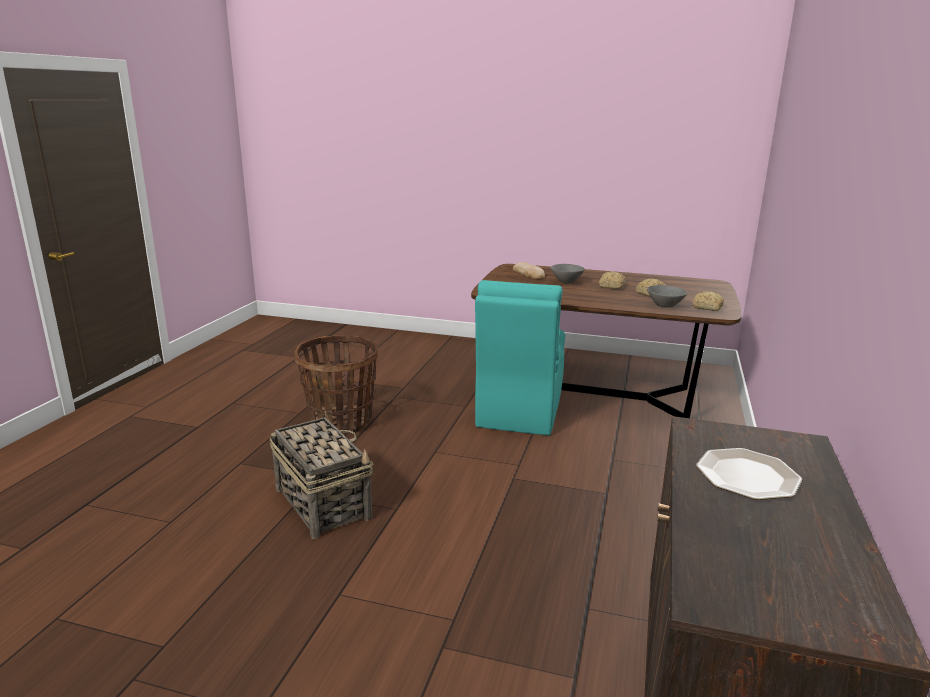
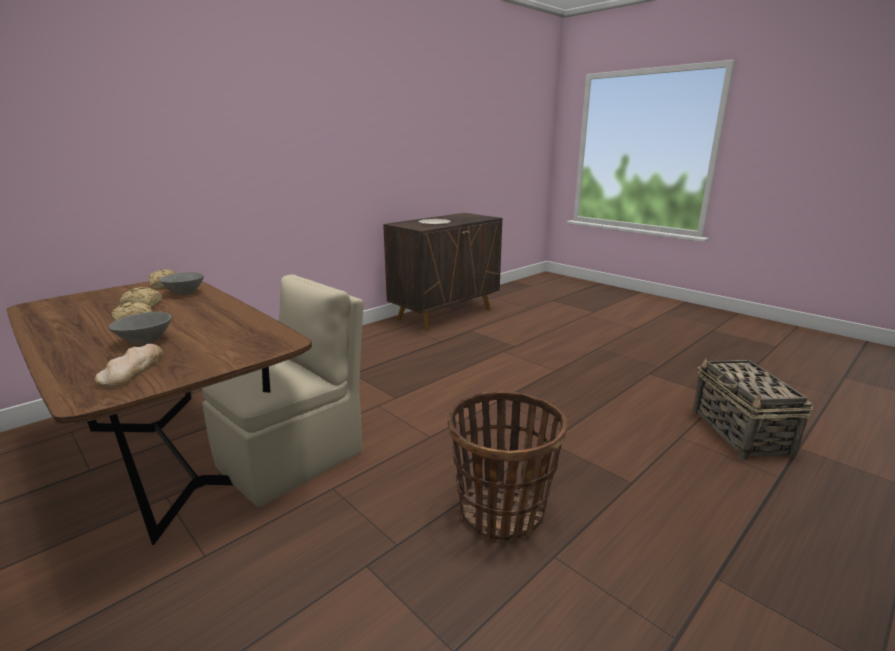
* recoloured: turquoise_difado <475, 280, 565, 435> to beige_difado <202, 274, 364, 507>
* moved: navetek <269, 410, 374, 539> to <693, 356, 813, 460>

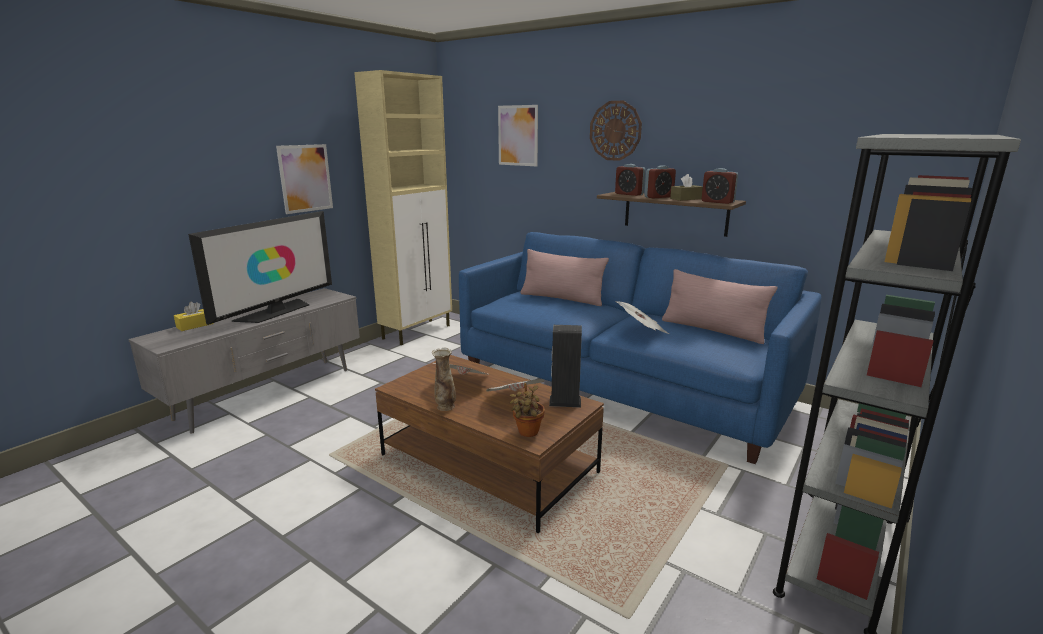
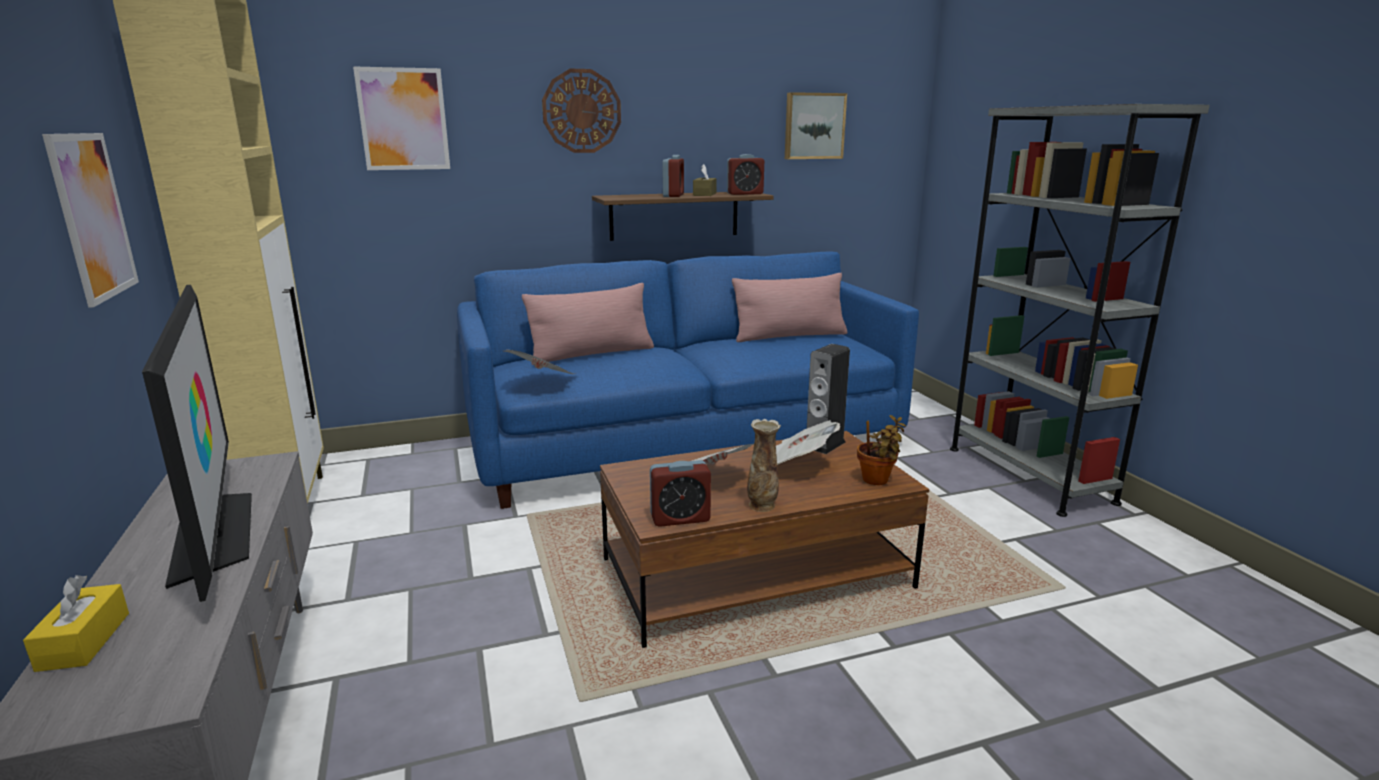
* moved: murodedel <616, 301, 670, 334> to <504, 350, 574, 374>
* moved: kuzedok <615, 164, 646, 196> to <650, 460, 711, 527>
* added: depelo <785, 92, 847, 159>

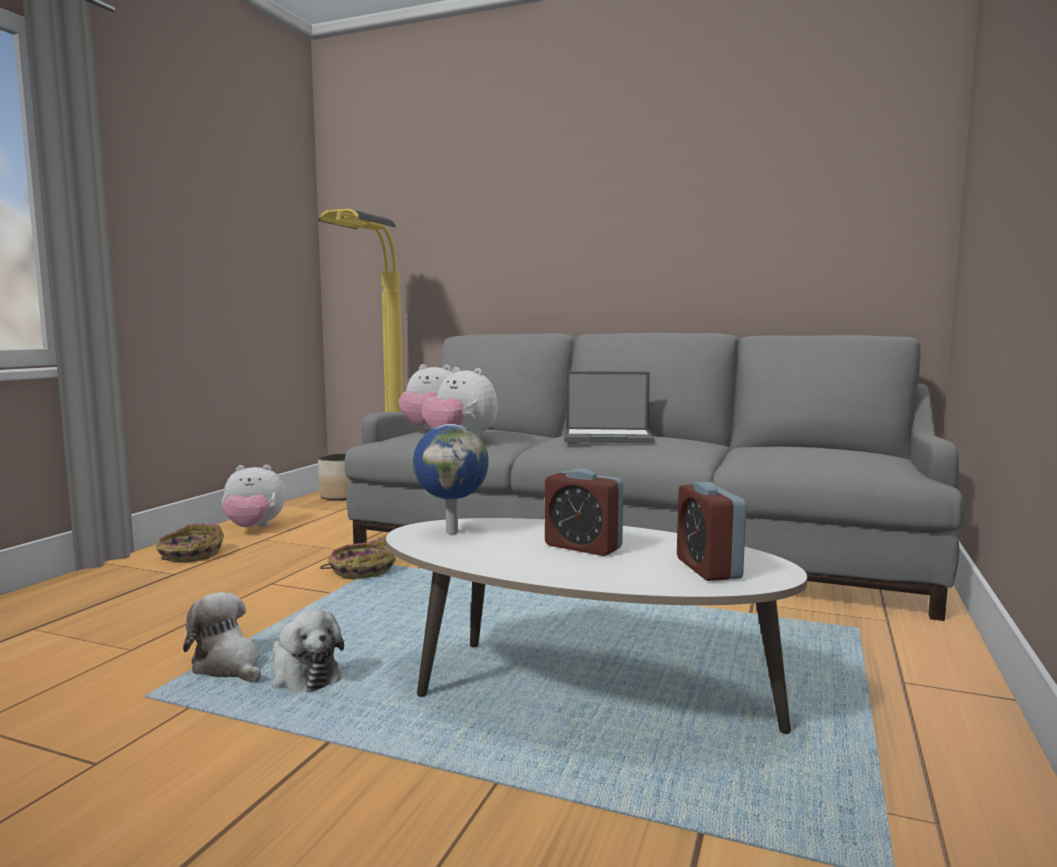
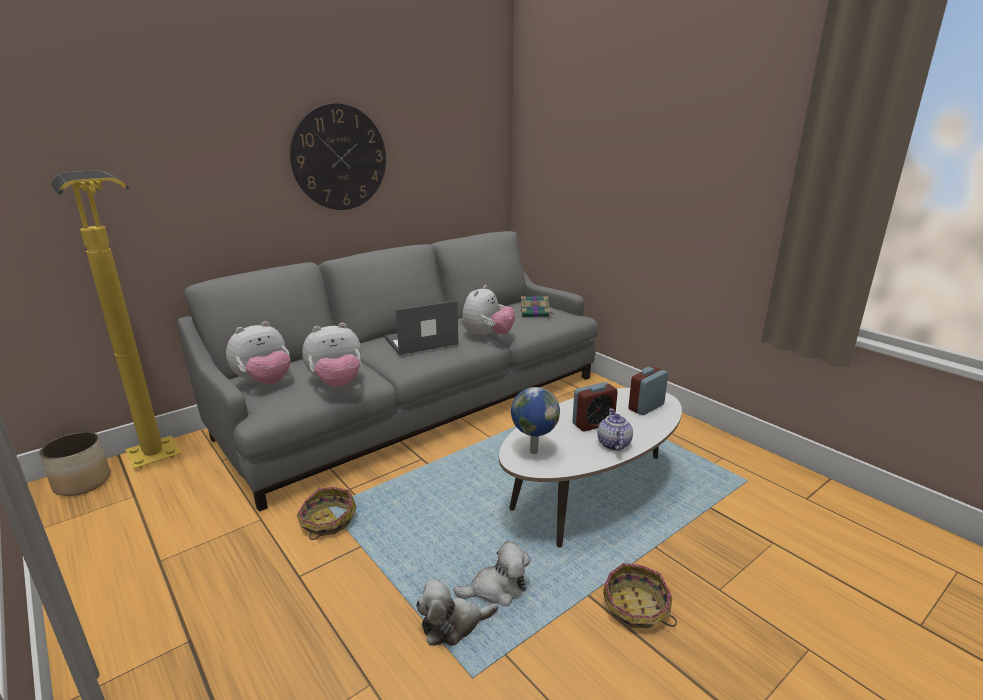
* added: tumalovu <290, 103, 386, 210>
* turned: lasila <564, 371, 655, 443> = <385, 301, 458, 355> 150 degrees counterclockwise
* moved: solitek <221, 465, 285, 527> to <462, 285, 515, 339>
* added: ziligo <521, 296, 553, 317>
* added: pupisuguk <597, 408, 633, 451>
* moved: navetek <156, 523, 224, 563> to <603, 563, 677, 628>
* turned: kuzedok <677, 482, 746, 581> = <628, 367, 668, 415> 120 degrees clockwise

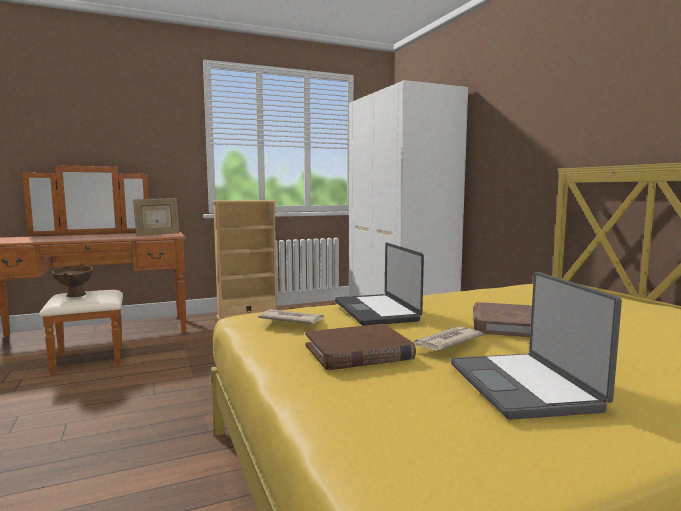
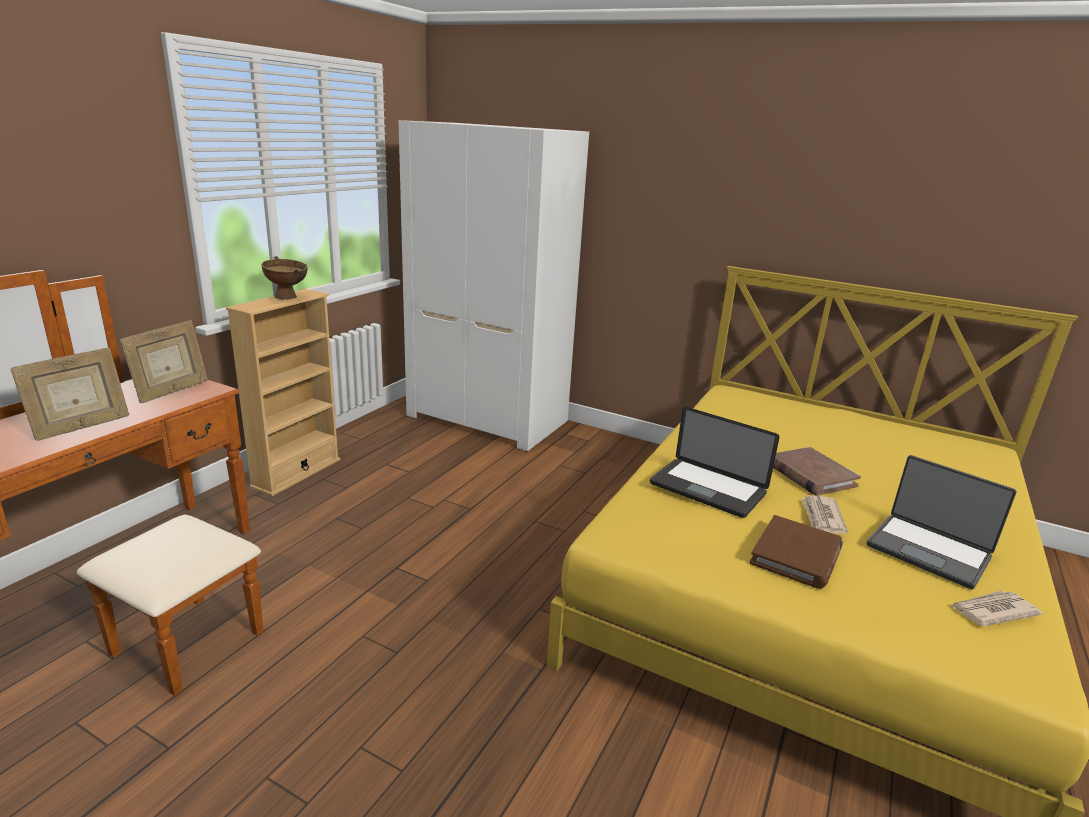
* added: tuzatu <11, 348, 129, 441>
* moved: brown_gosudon <52, 263, 93, 298> to <261, 256, 308, 300>
* moved: murodedel <258, 309, 324, 324> to <950, 590, 1042, 626>

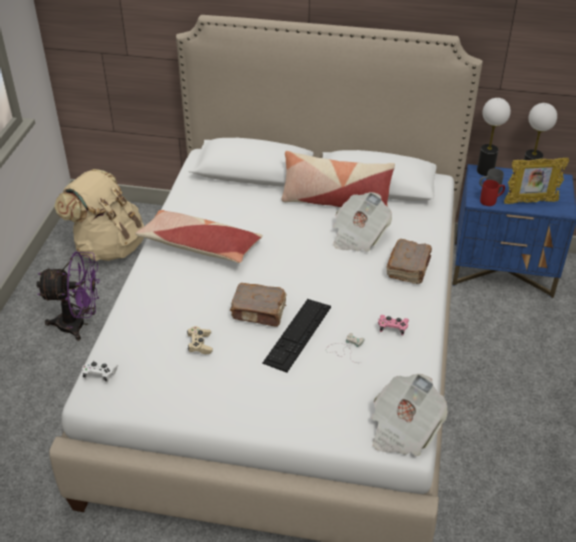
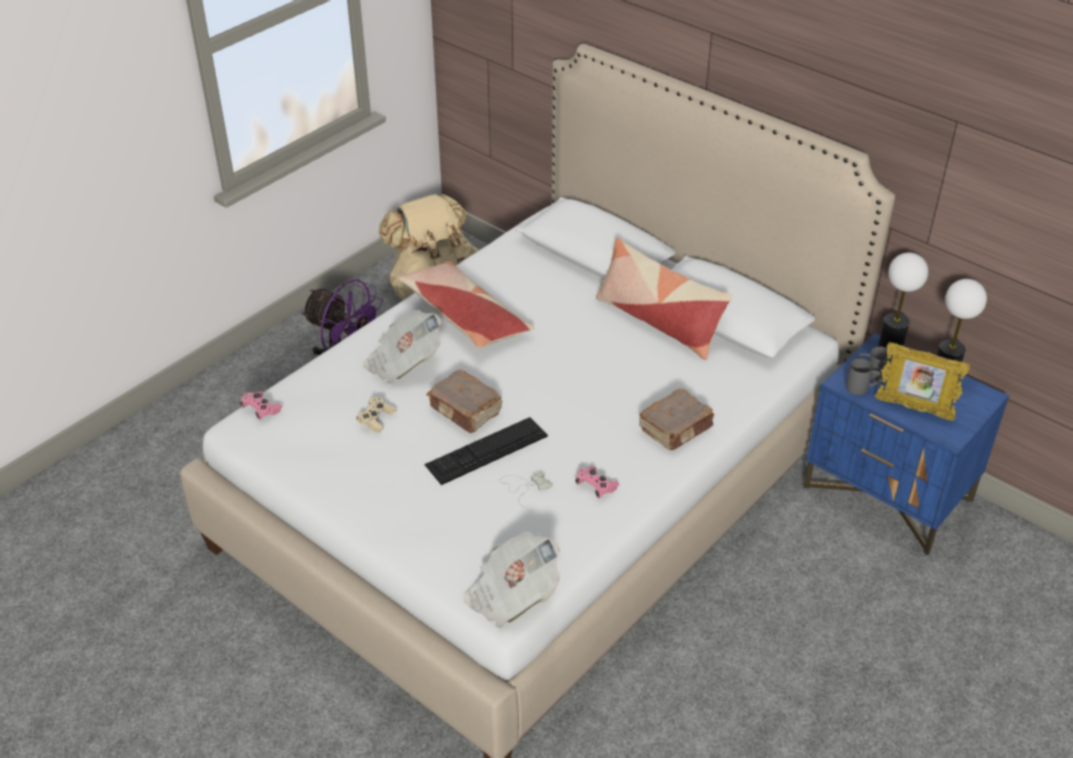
* recoloured: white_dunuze <82, 360, 118, 382> to pink_dunuze <240, 391, 282, 420>
* moved: murodedel <333, 192, 392, 252> to <363, 310, 442, 384>
* recoloured: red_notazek <480, 180, 505, 206> to grey_notazek <846, 359, 883, 395>

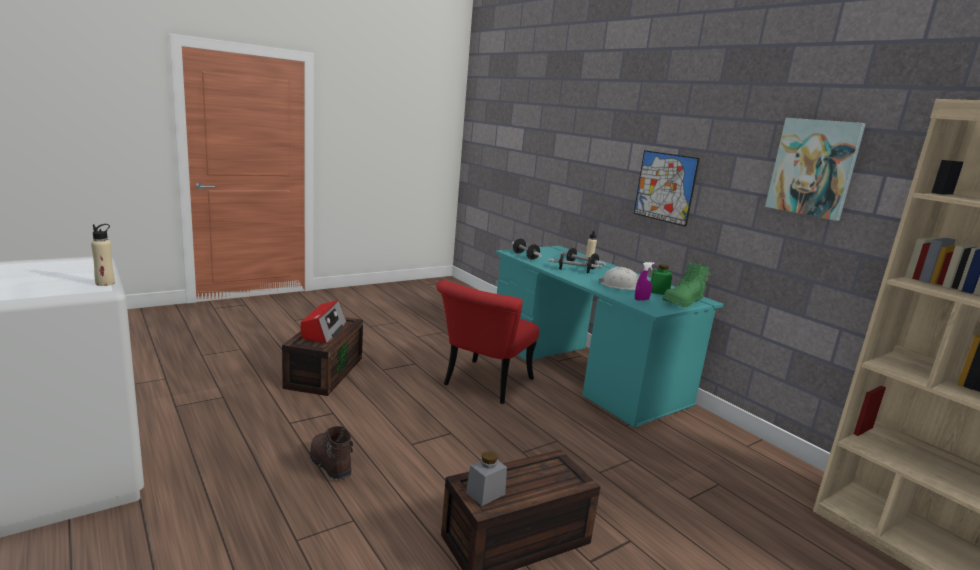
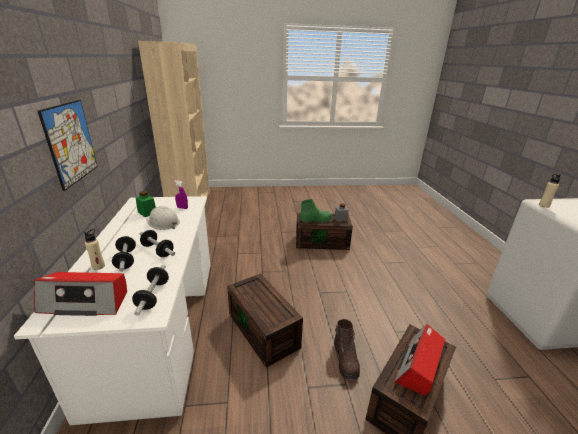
* recoloured: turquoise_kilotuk <496, 246, 724, 428> to white_kilotuk <14, 196, 210, 425>
* added: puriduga <34, 272, 127, 316>
* replaced: red_difado <436, 280, 539, 404> to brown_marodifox <227, 274, 303, 367>
* moved: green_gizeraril <662, 263, 711, 307> to <300, 199, 333, 223>
* moved: brown_gizeraril <310, 426, 353, 480> to <334, 319, 360, 380>
* removed: depelo <765, 118, 866, 221>

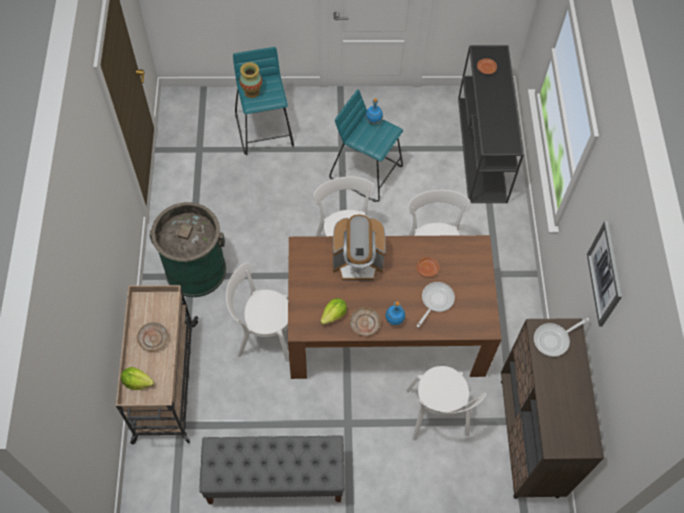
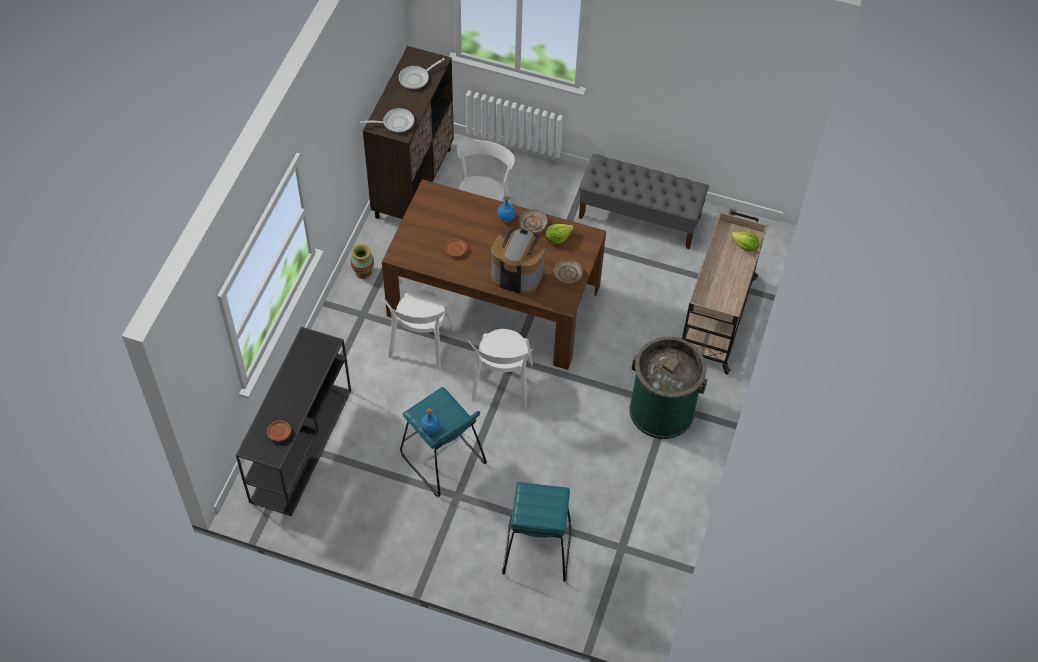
* moved: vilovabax <239, 62, 262, 98> to <351, 244, 374, 279>
* moved: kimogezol <417, 282, 455, 327> to <399, 58, 445, 89>
* moved: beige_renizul <137, 322, 168, 351> to <554, 259, 583, 284>
* removed: white_difado <226, 263, 289, 362>
* removed: depelo <587, 221, 622, 326>

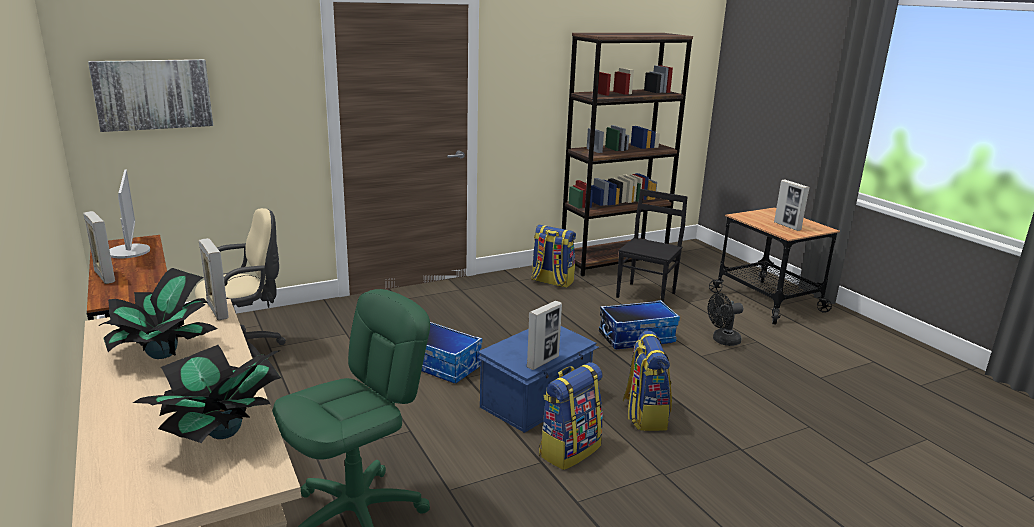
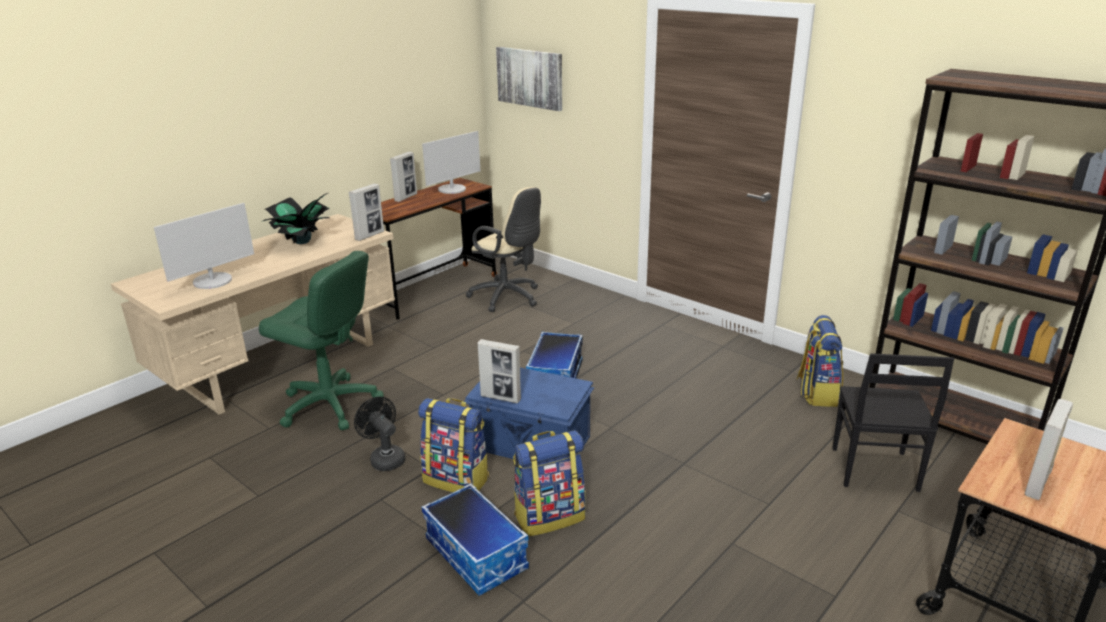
* replaced: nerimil <133, 345, 281, 443> to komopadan <154, 203, 254, 289>
* moved: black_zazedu <708, 293, 743, 346> to <354, 397, 406, 471>
* moved: marodifox <599, 300, 680, 349> to <422, 483, 529, 596>
* turned: black_difado <616, 189, 688, 302> = <832, 353, 954, 492> 90 degrees clockwise

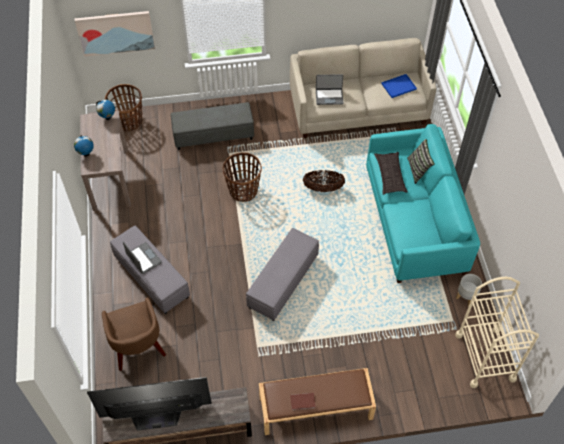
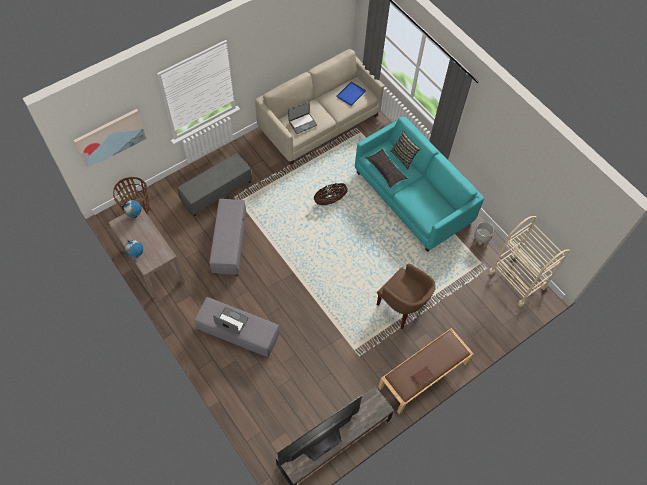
* moved: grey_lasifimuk <246, 228, 319, 321> to <209, 199, 246, 276>
* moved: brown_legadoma <102, 298, 166, 371> to <377, 264, 436, 329>
* removed: navetek <223, 152, 262, 202>

